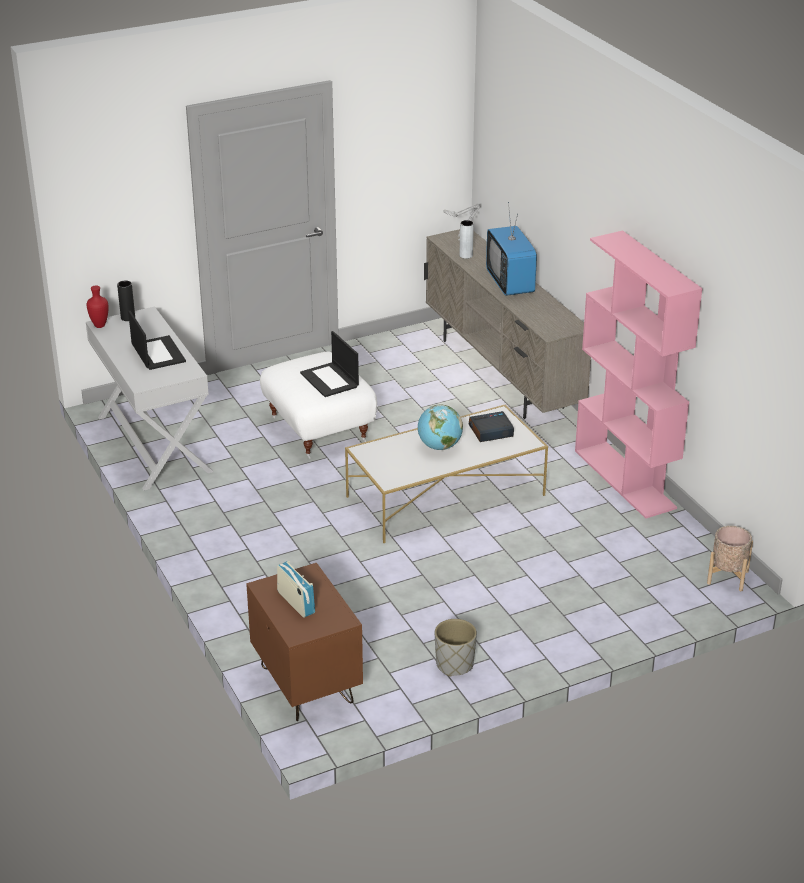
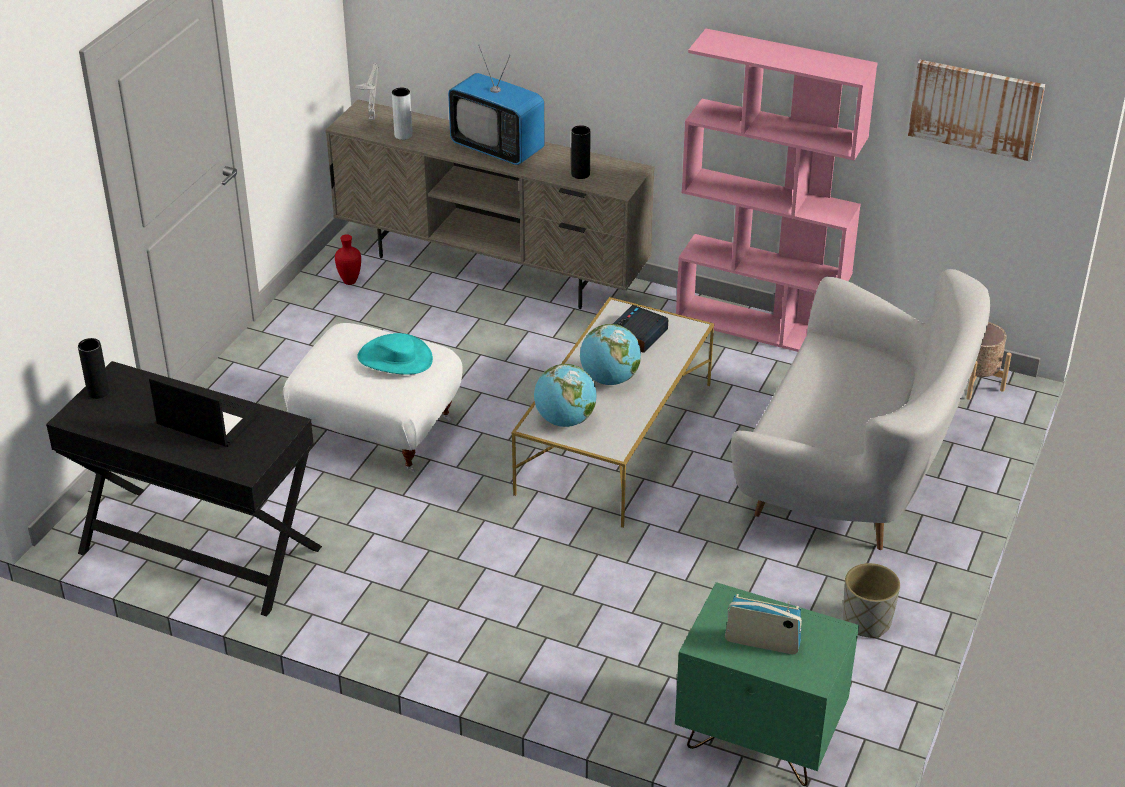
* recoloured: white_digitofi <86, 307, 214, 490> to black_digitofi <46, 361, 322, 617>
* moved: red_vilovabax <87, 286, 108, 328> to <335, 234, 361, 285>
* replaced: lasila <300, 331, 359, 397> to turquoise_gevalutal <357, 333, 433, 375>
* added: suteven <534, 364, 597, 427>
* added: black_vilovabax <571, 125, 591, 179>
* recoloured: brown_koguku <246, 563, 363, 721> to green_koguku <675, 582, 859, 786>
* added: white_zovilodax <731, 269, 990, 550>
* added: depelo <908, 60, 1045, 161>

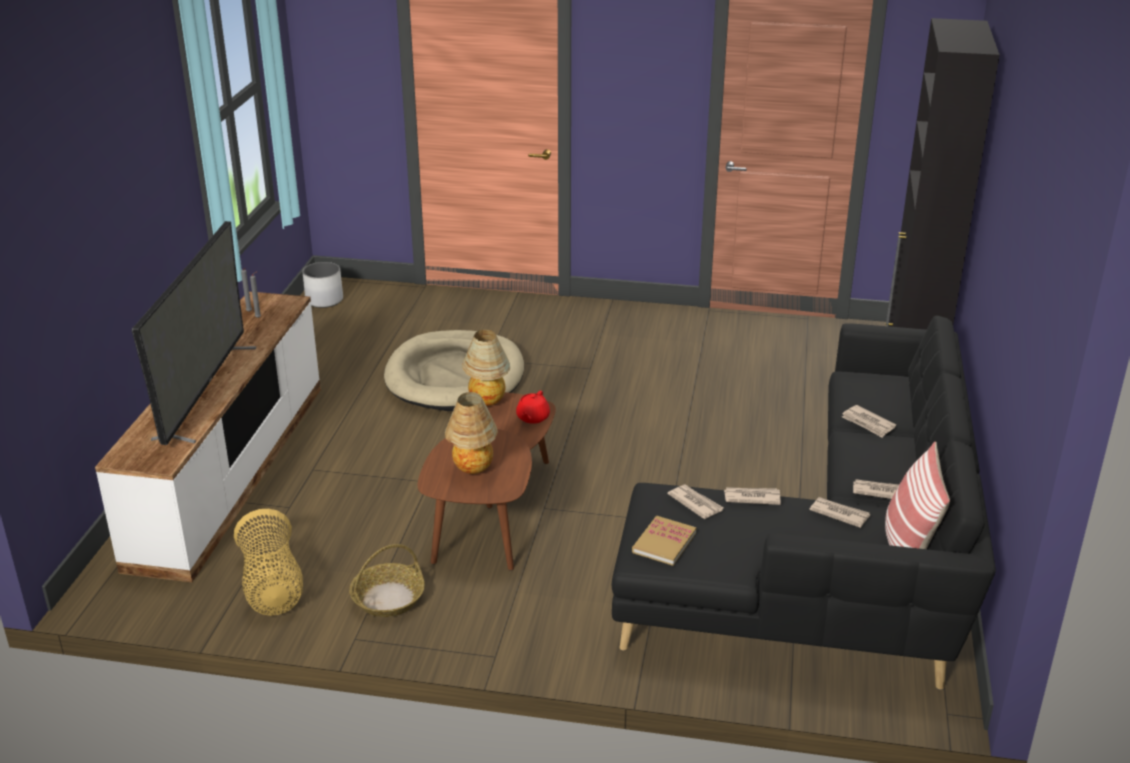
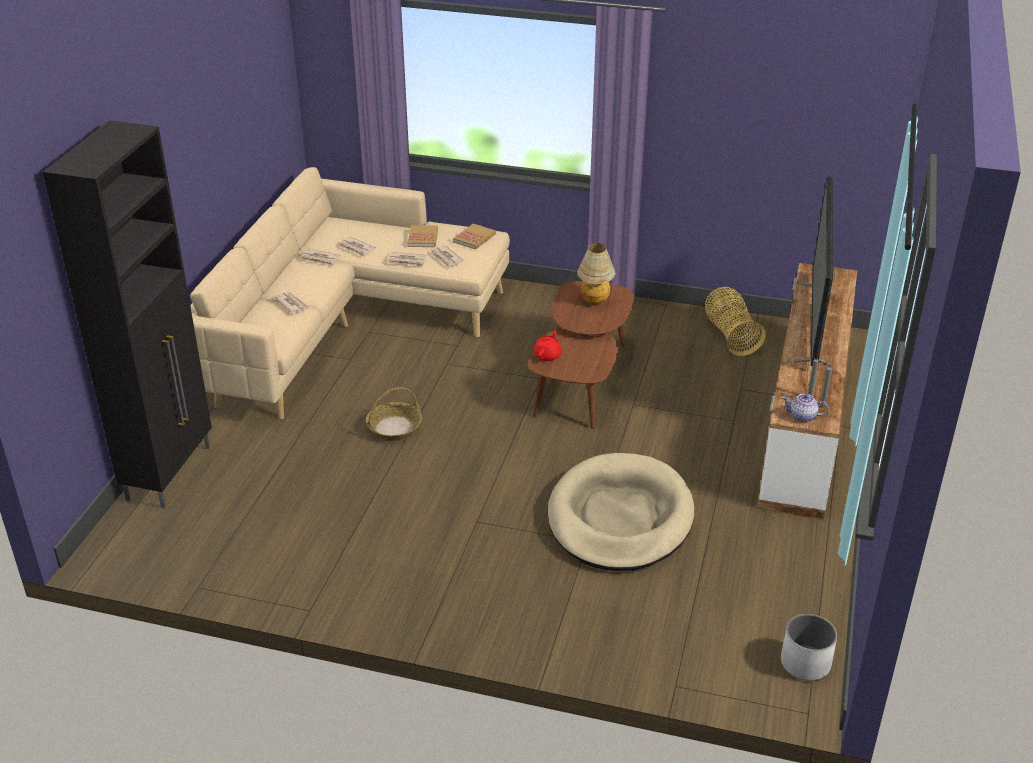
* recoloured: black_zovilodax <612, 316, 996, 690> to beige_zovilodax <190, 167, 510, 420>
* moved: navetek <349, 544, 425, 617> to <366, 387, 422, 441>
* added: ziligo <408, 225, 438, 247>
* added: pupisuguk <782, 394, 828, 422>
* removed: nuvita <463, 330, 510, 406>
* removed: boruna <885, 441, 950, 549>

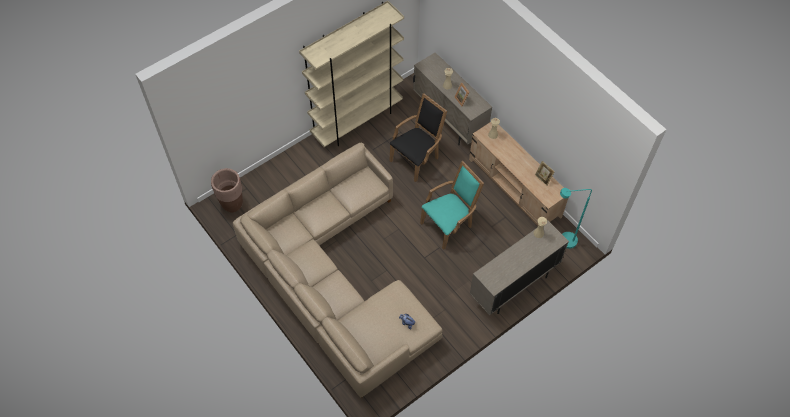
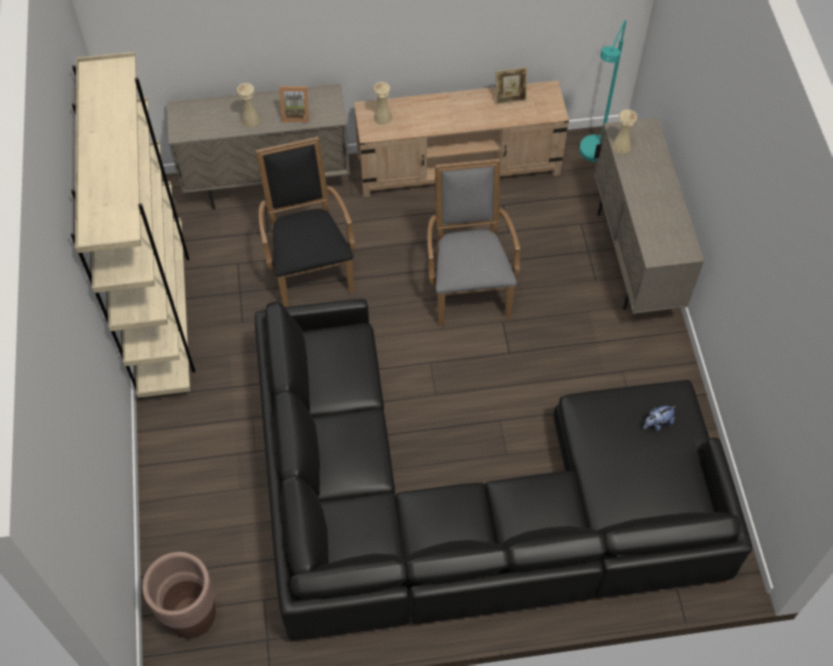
* recoloured: beige_zovilodax <233, 142, 443, 398> to black_zovilodax <255, 299, 752, 642>
* recoloured: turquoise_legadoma <420, 161, 484, 250> to grey_legadoma <428, 159, 520, 326>

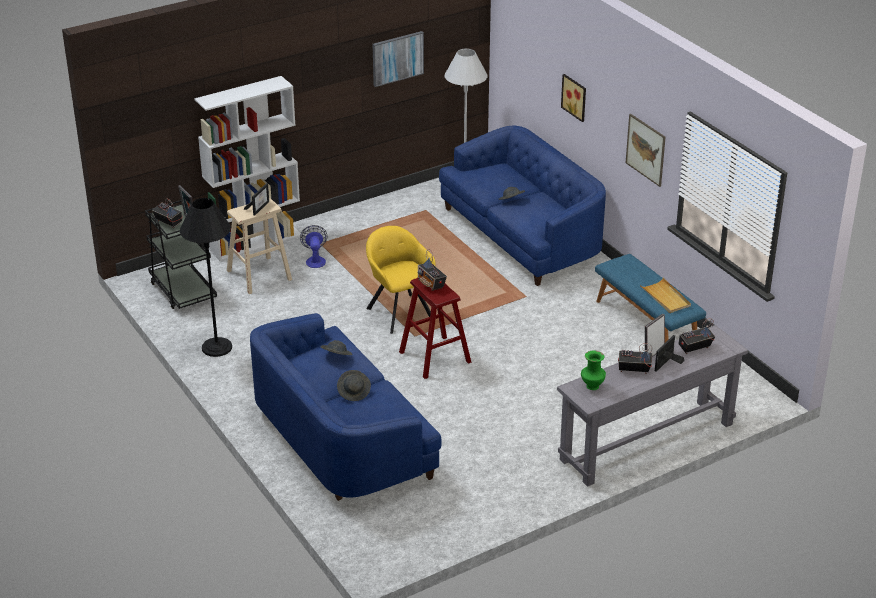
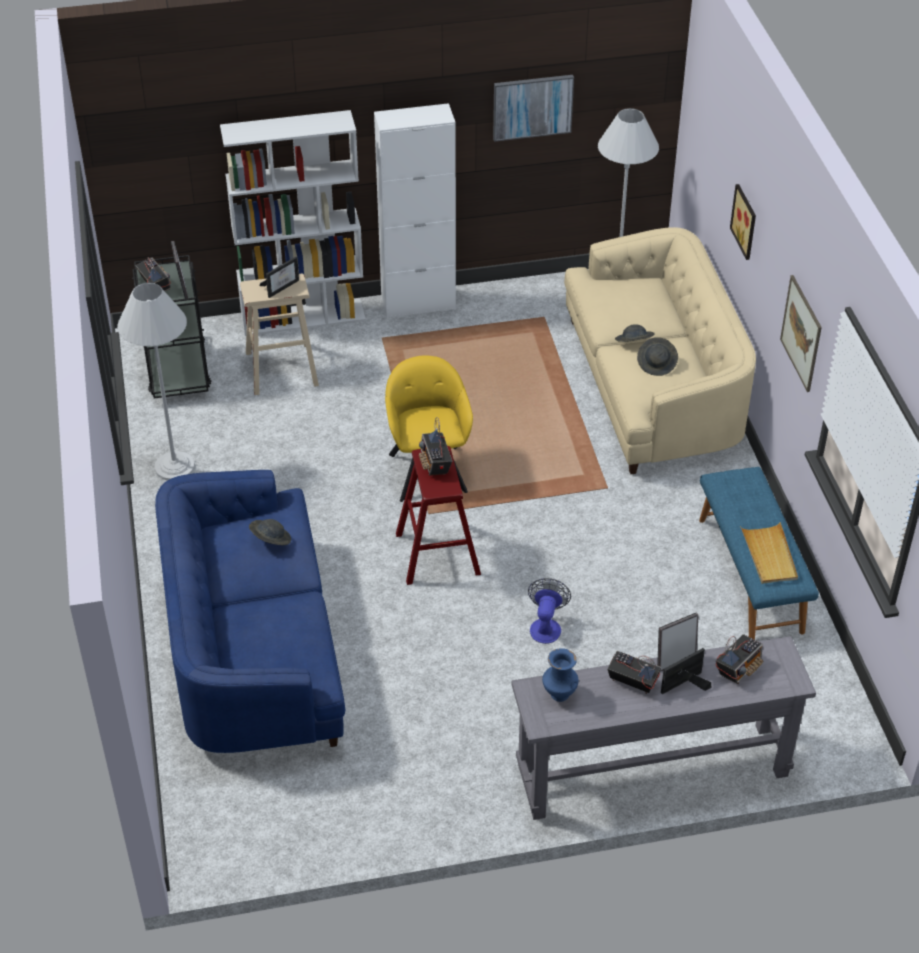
* recoloured: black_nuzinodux <180, 198, 232, 357> to white_nuzinodux <117, 283, 195, 481>
* added: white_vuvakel <374, 103, 456, 319>
* moved: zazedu <300, 225, 328, 268> to <528, 578, 571, 644>
* recoloured: green_vilovabax <581, 351, 606, 390> to blue_vilovabax <542, 648, 578, 702>
* recoloured: blue_zovilodax <439, 126, 606, 286> to beige_zovilodax <564, 227, 756, 474>
* moved: grey_gevalutal <337, 370, 371, 401> to <637, 337, 678, 376>
* turned: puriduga <679, 318, 715, 354> = <716, 634, 763, 684> 135 degrees clockwise

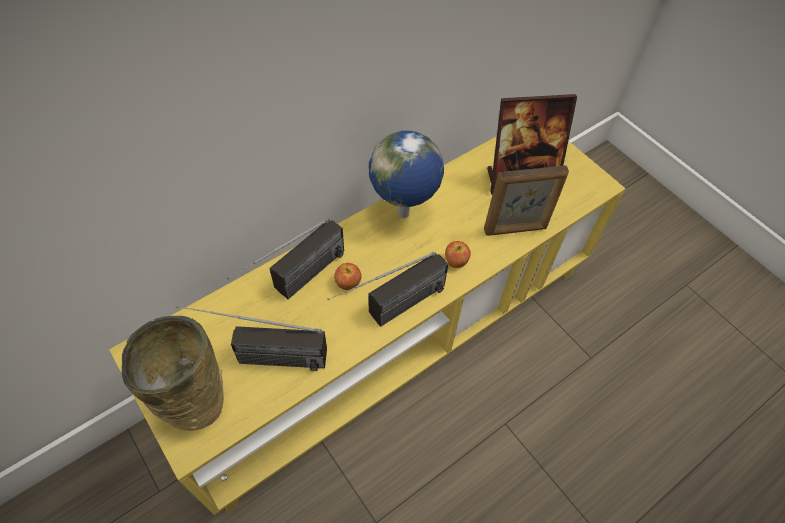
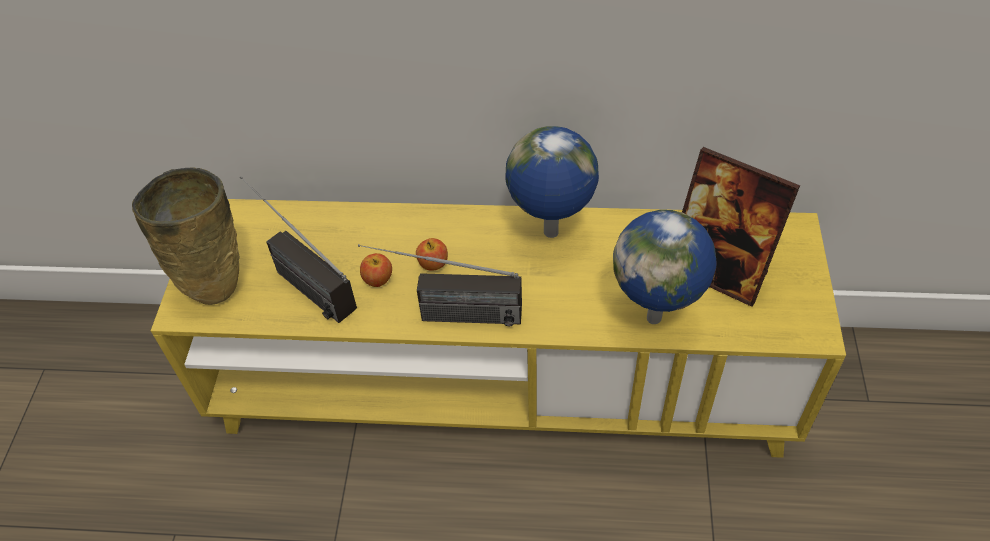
* moved: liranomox <445, 241, 471, 268> to <360, 253, 392, 287>
* replaced: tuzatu <484, 165, 569, 236> to suteven <613, 210, 717, 324>
* removed: puriduga <227, 218, 344, 299>

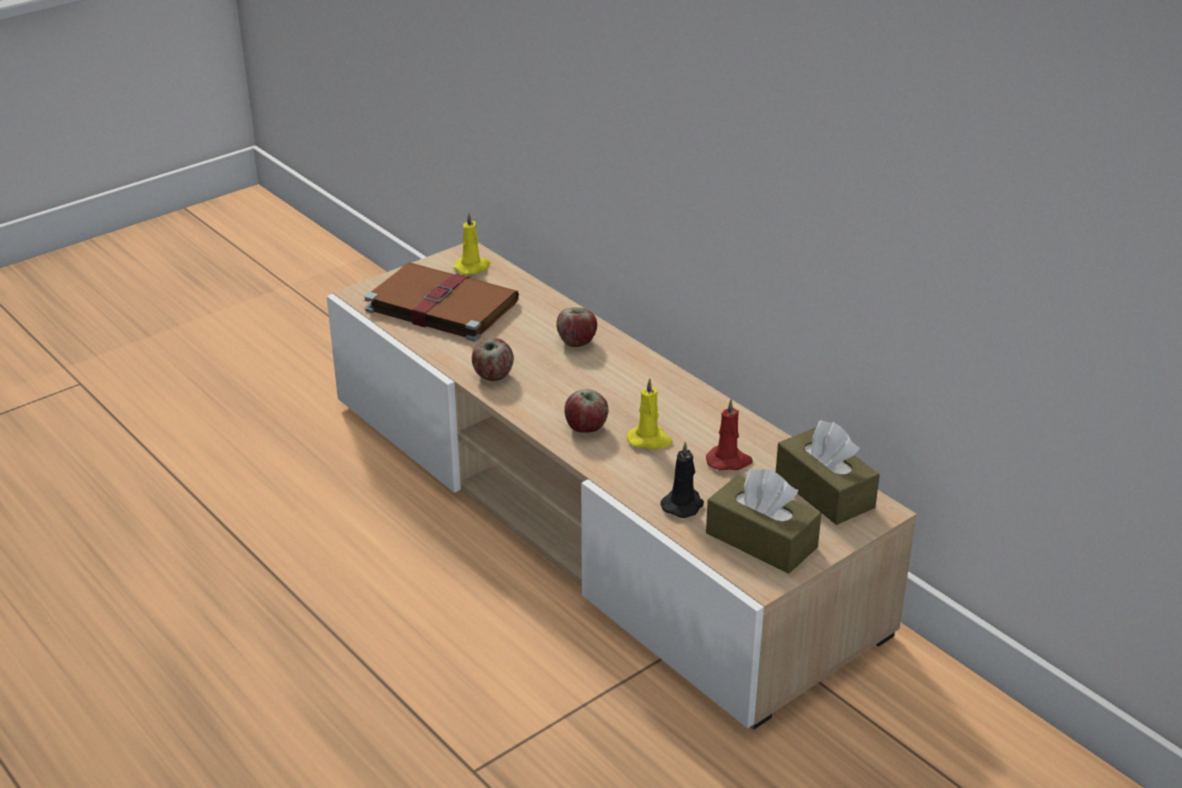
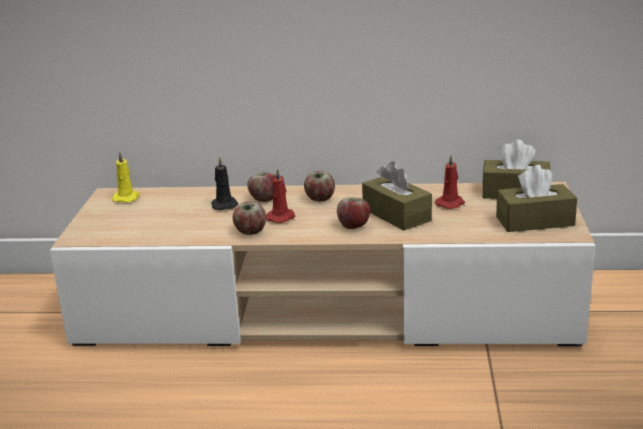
* moved: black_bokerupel <660, 441, 704, 518> to <211, 157, 238, 210>
* added: red_bokerupel <266, 168, 295, 223>
* added: liranomox <304, 171, 335, 202>
* replaced: yellow_bokerupel <627, 378, 673, 449> to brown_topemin <362, 161, 432, 230>
* removed: brown_ziligo <363, 262, 519, 342>

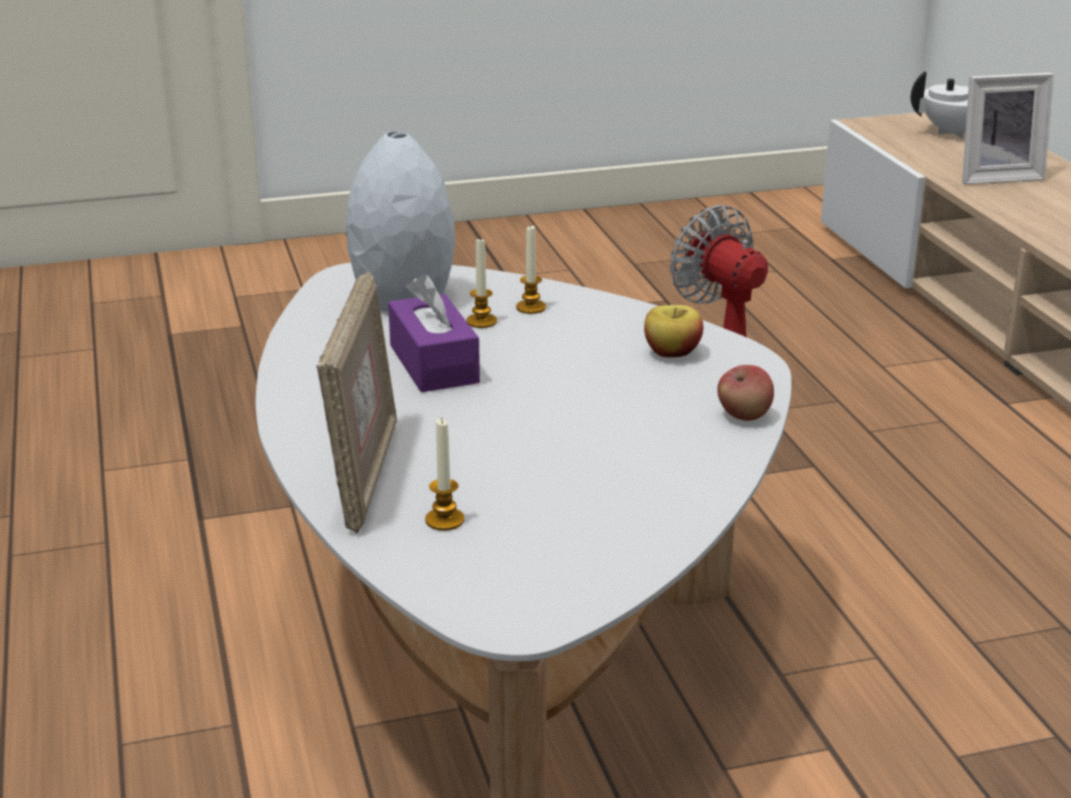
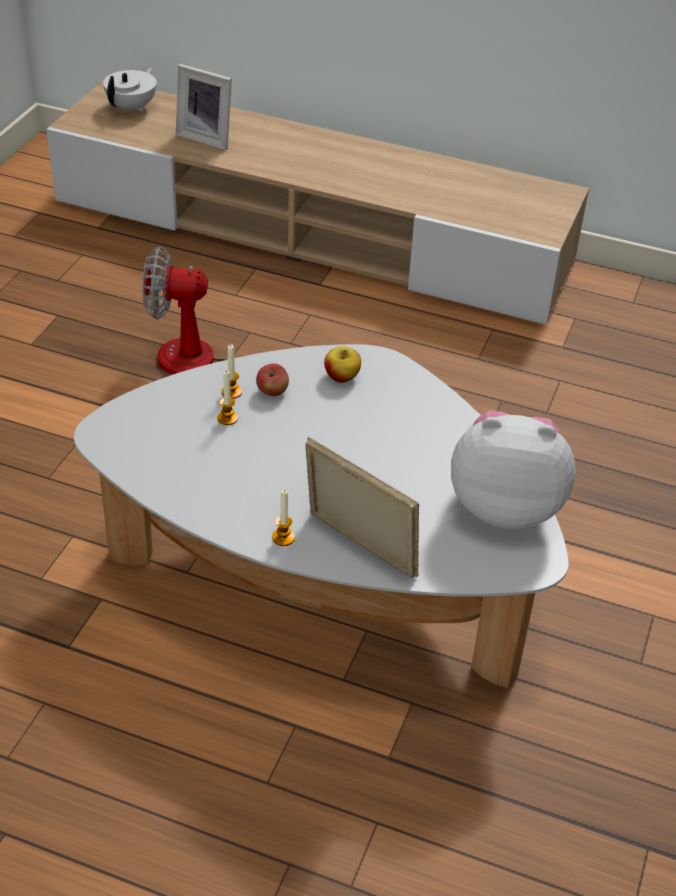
* turned: tuzatu <962, 73, 1054, 184> = <176, 64, 232, 150> 90 degrees clockwise
* moved: liranomox <717, 365, 774, 421> to <256, 363, 289, 396>
* moved: bokerupel <425, 419, 464, 531> to <272, 489, 295, 546>
* added: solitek <451, 410, 576, 529>
* removed: grey_vilovabax <346, 131, 455, 312>
* removed: purple_topemin <388, 274, 480, 392>

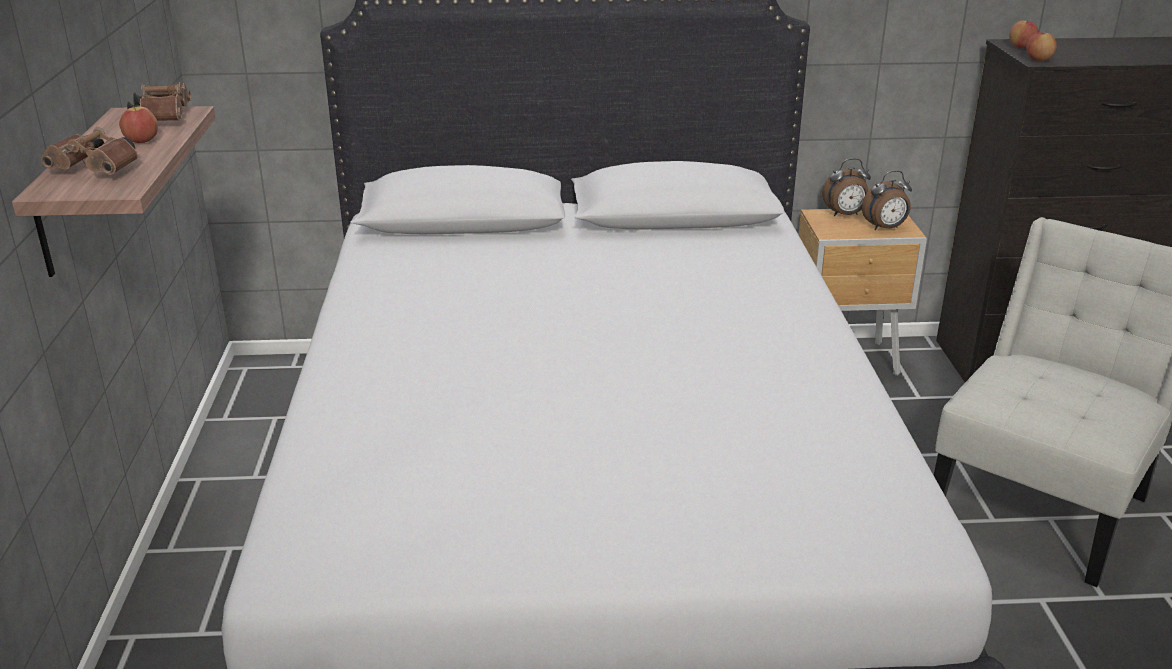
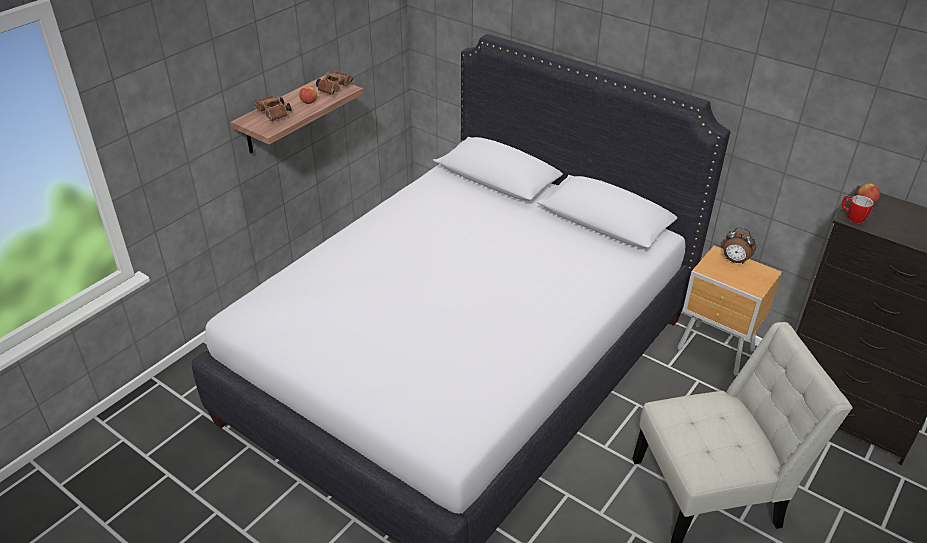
* replaced: liranomox <1026, 30, 1057, 61> to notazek <842, 195, 874, 223>
* removed: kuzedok <862, 170, 912, 230>

